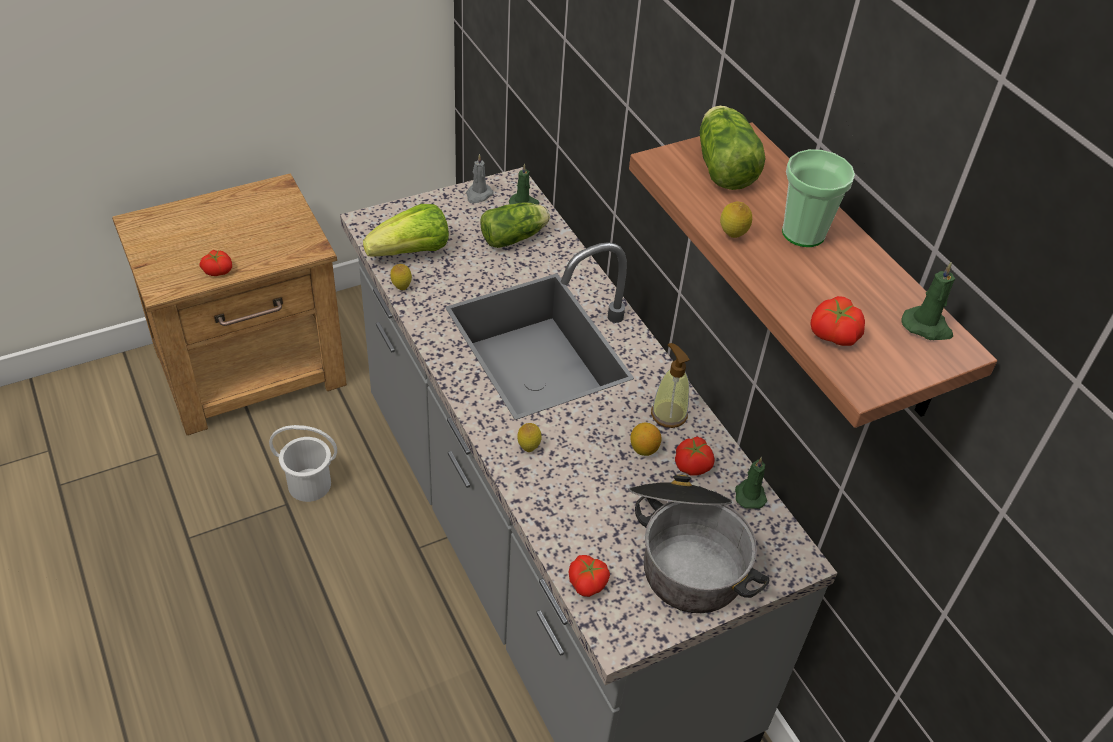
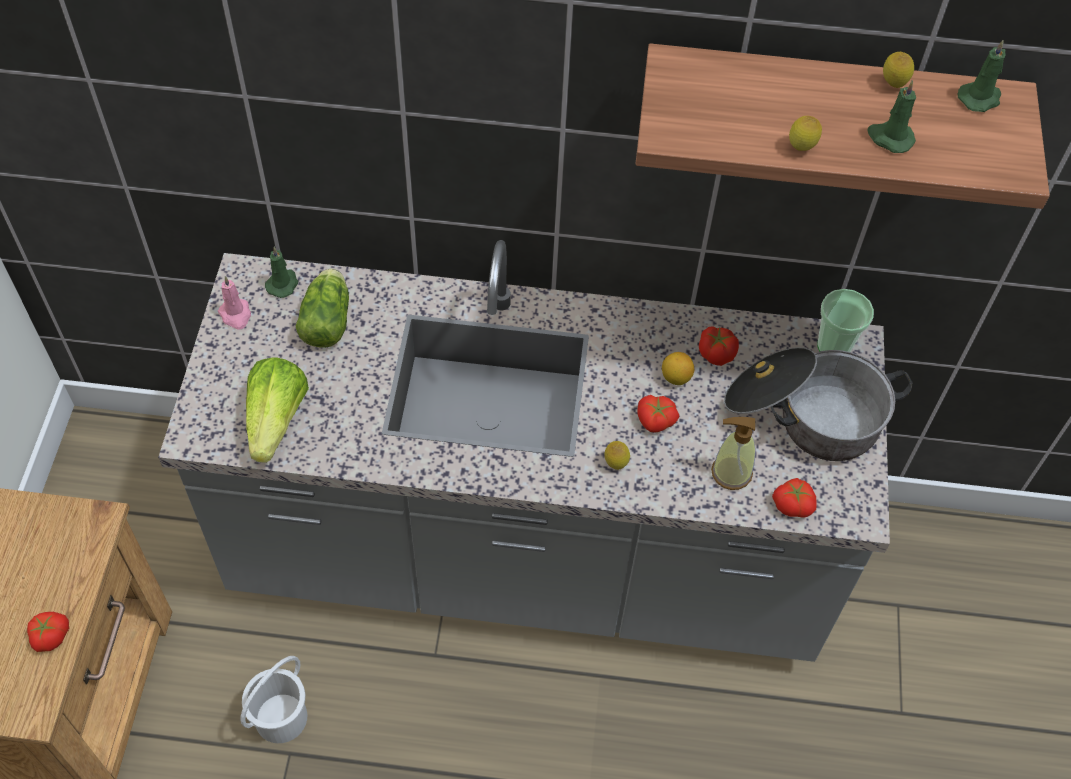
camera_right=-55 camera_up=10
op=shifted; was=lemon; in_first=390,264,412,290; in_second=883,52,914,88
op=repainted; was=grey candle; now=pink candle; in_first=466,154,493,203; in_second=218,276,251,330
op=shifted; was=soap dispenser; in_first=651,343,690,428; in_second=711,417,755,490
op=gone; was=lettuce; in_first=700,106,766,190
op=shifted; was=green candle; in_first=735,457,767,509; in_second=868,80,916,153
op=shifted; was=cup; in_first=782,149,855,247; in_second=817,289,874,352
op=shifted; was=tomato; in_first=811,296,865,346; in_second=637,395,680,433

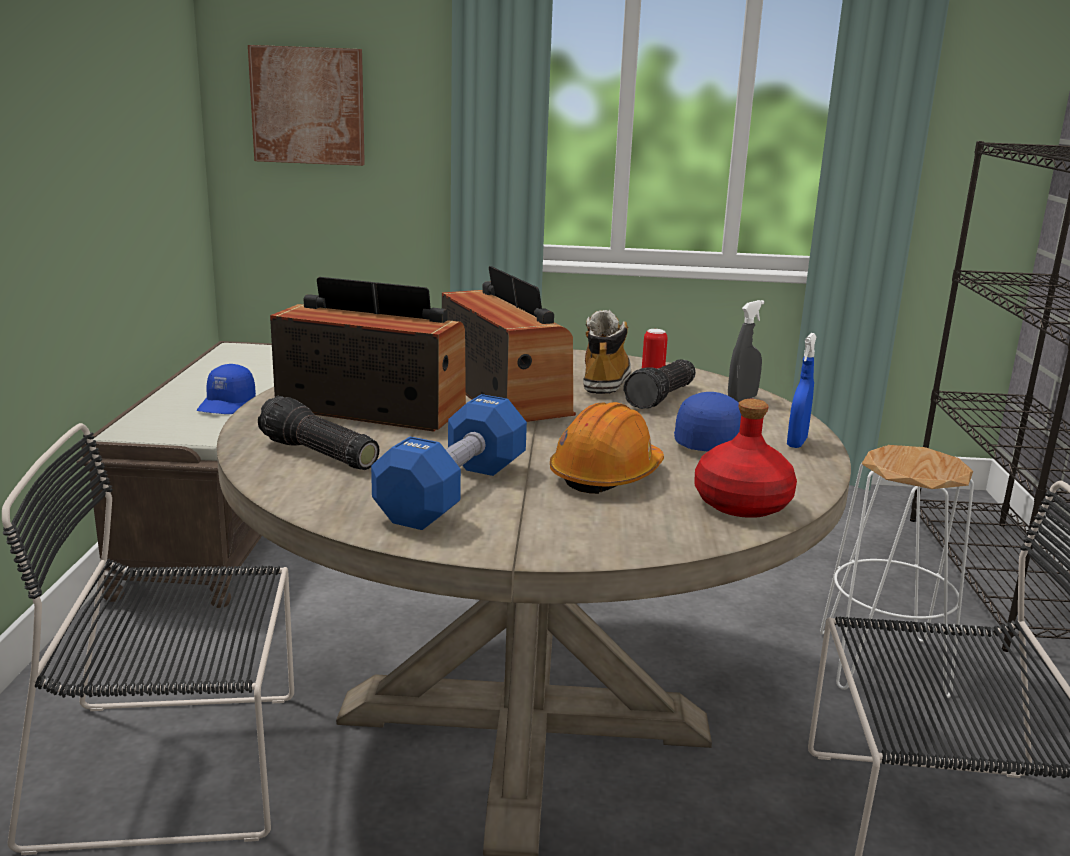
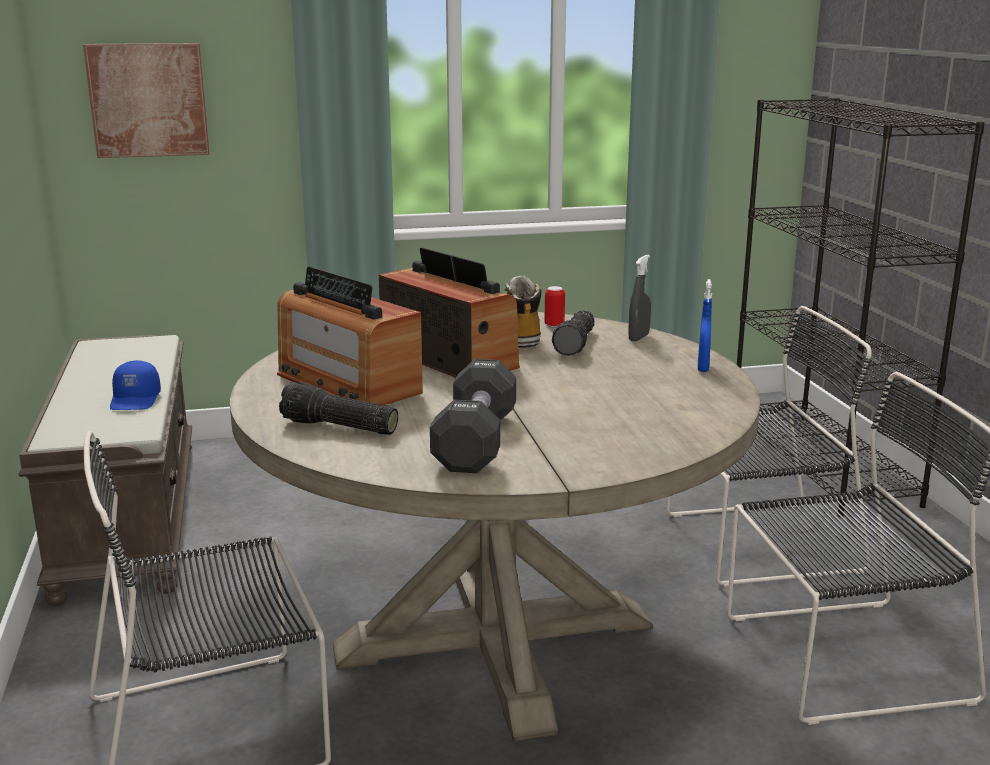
camera_right=-15 camera_up=0
op=rotated; was=radio; in_first=270,277,466,432; in_second=277,267,423,405; clockwise=-135
op=repainted; was=blue dumbbell; now=black dumbbell; in_first=371,394,527,530; in_second=430,359,516,473
op=gone; was=orange hard hat; in_first=550,402,664,494
op=gone; was=blue cap; in_first=674,392,741,452
op=gone; was=red bottle; in_first=694,399,797,518
op=swapped; was=white stool; now=black chair; in_first=820,445,974,698; in_second=666,306,872,587

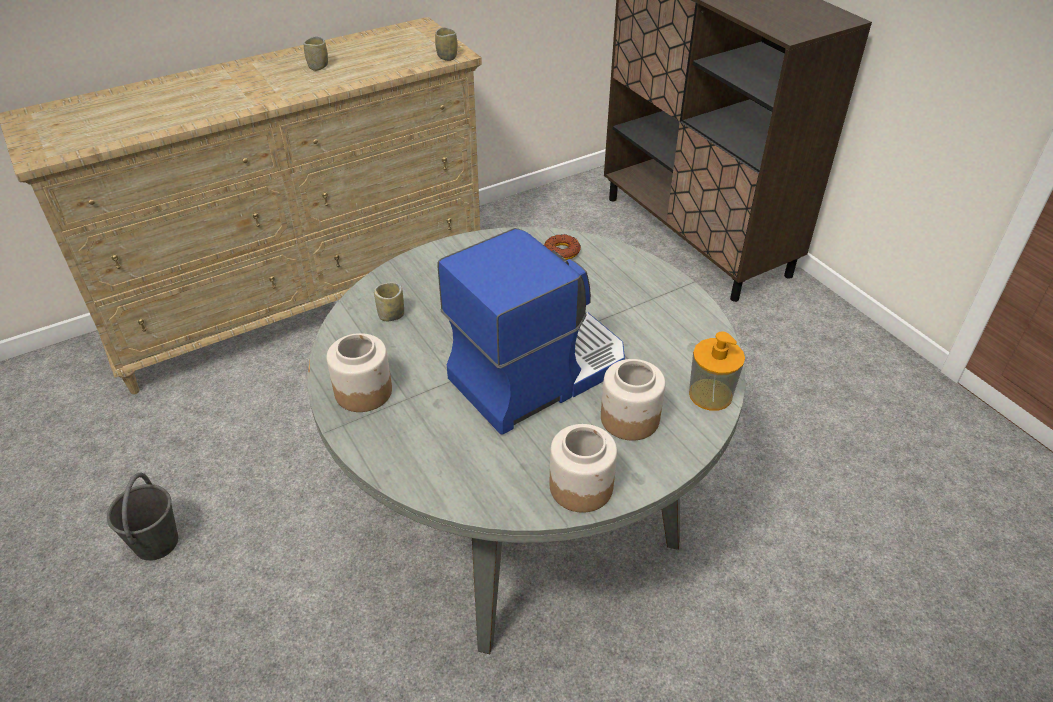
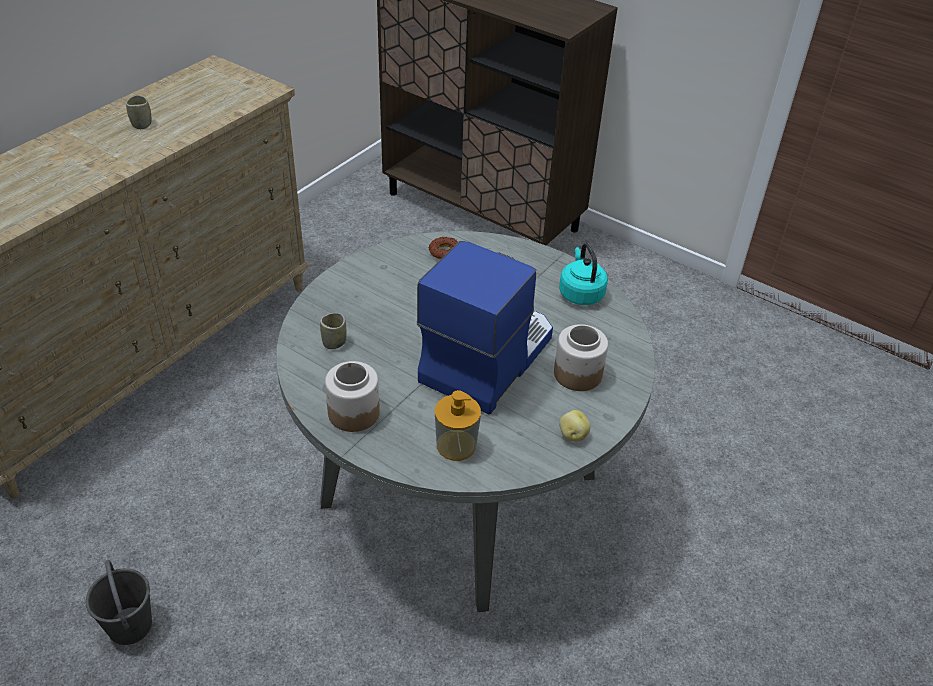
camera_right=-25 camera_up=0
op=gone; was=cup; in_first=435,27,458,61
op=swapped; was=jar; now=potato; in_first=549,424,617,513; in_second=559,410,590,442
op=shifted; was=soap dispenser; in_first=689,332,745,411; in_second=435,390,481,461
op=new; now=turquoise kettle; in_second=559,243,608,305

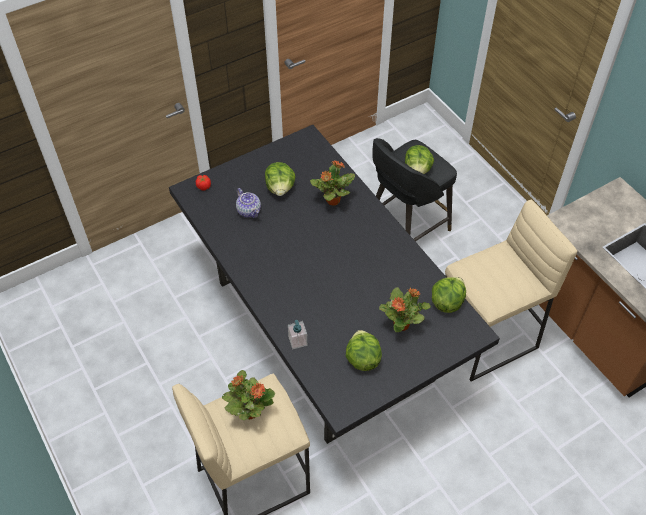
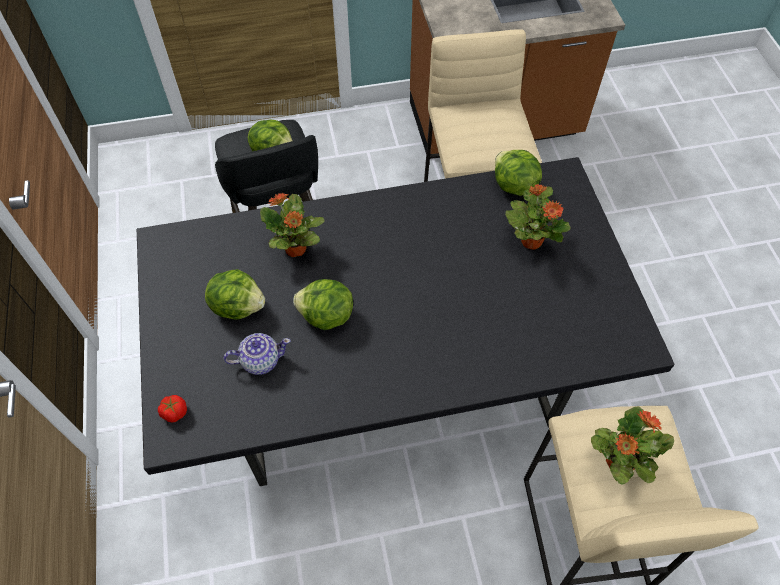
camera_right=-70 camera_up=5
op=gone; was=soap dispenser; in_first=288,320,307,349
op=shifted; was=lettuce; in_first=346,330,382,371; in_second=293,279,353,330

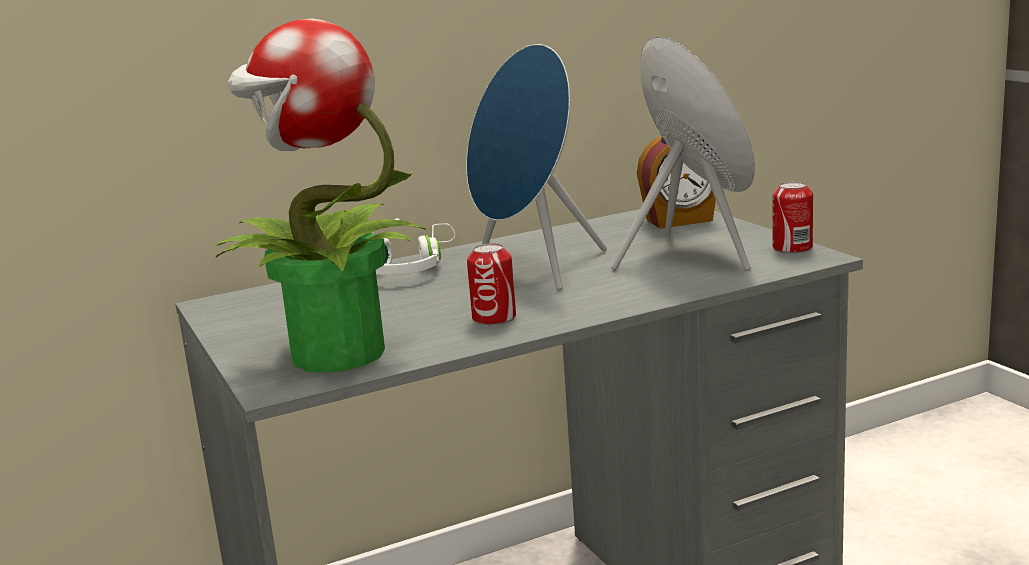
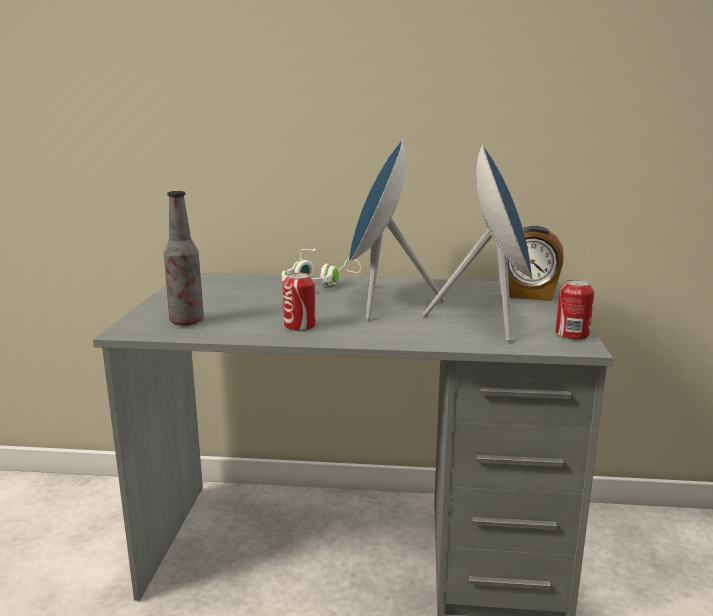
camera_right=30 camera_up=0
op=swapped; was=potted plant; now=bottle; in_first=215,19,426,373; in_second=164,191,204,326

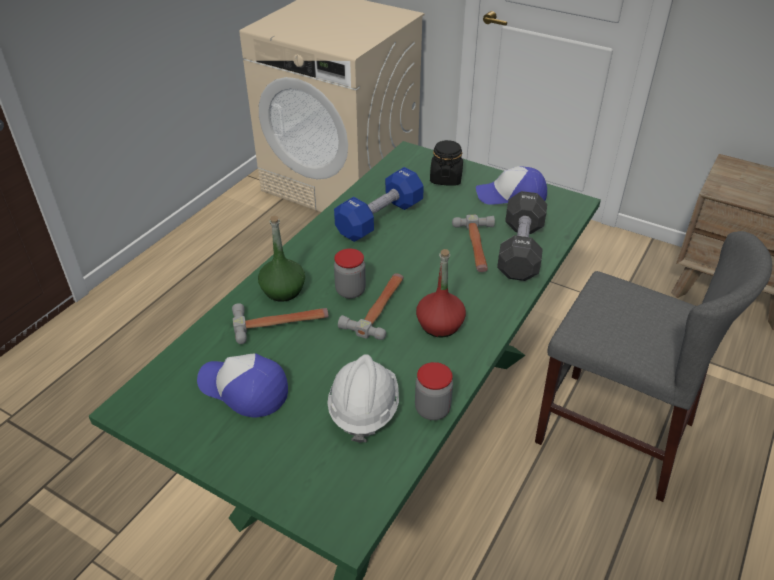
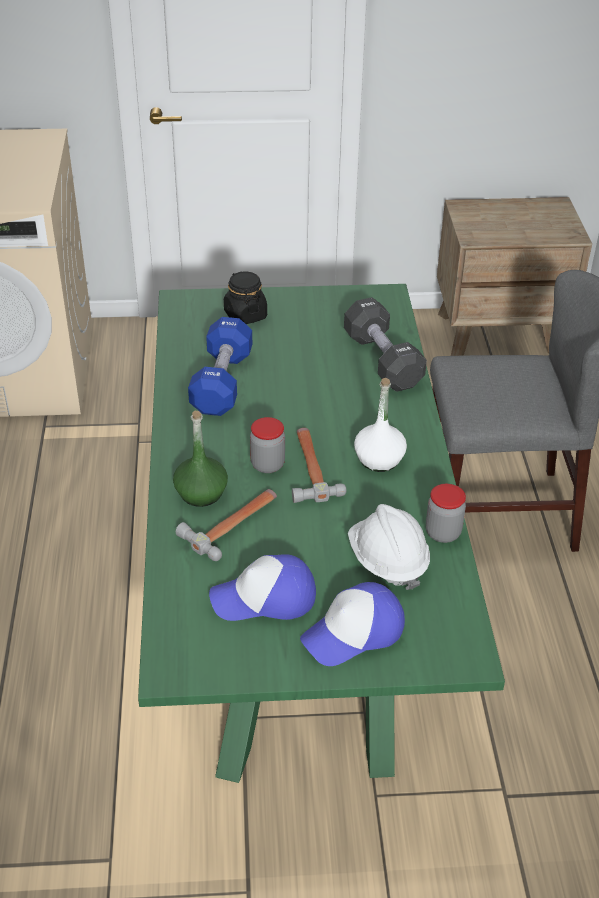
camera_right=-35 camera_up=0
op=repainted; was=red bottle; now=white bottle; in_first=416,249,466,337; in_second=354,378,407,472
op=gone; was=hammer; in_first=452,215,495,272
op=shifted; was=cap; in_first=476,166,547,205; in_second=300,582,405,666

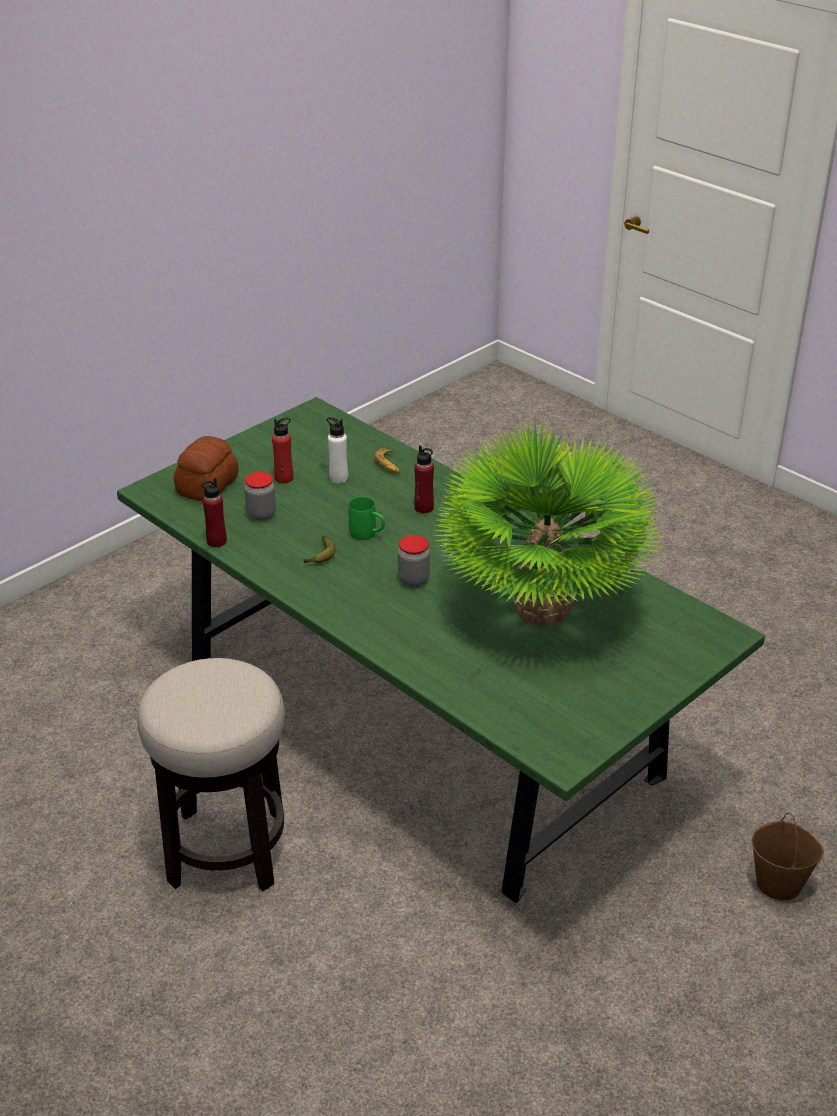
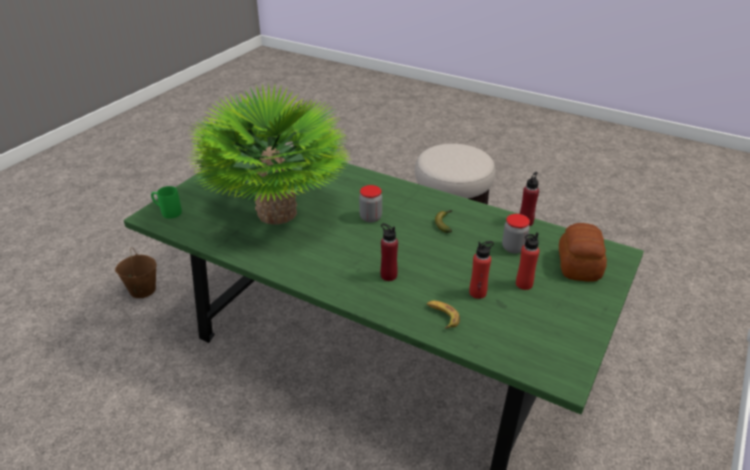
camera_right=165 camera_up=0
op=repainted; was=white bottle; now=red bottle; in_first=327,417,348,483; in_second=469,241,494,299
op=shifted; was=green mug; in_first=348,497,385,540; in_second=151,186,182,219

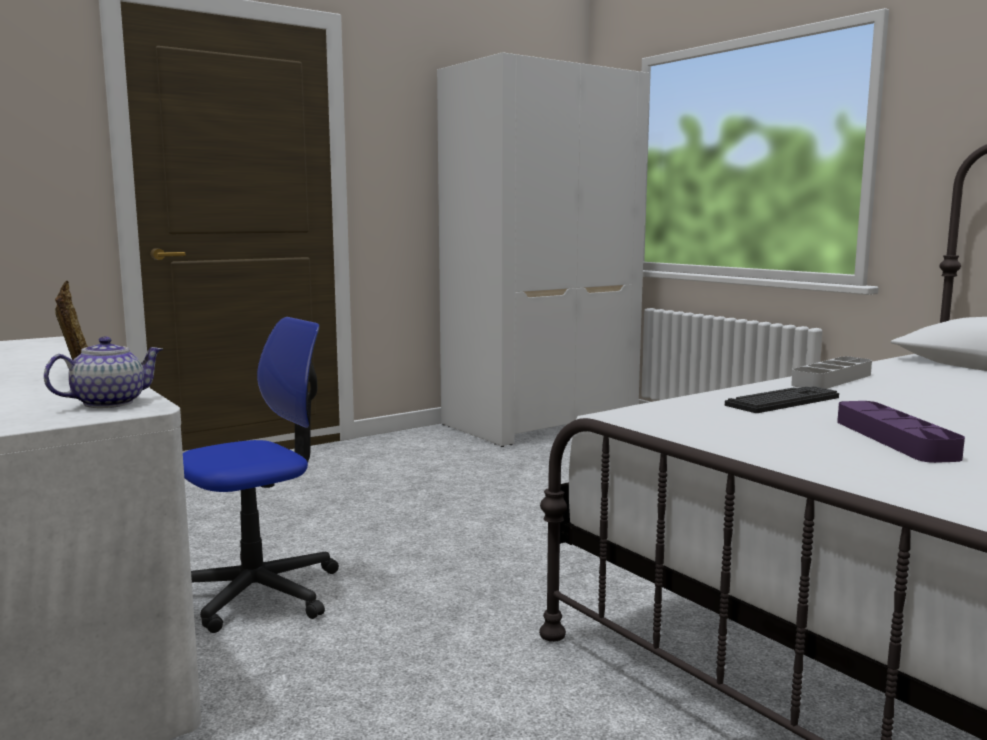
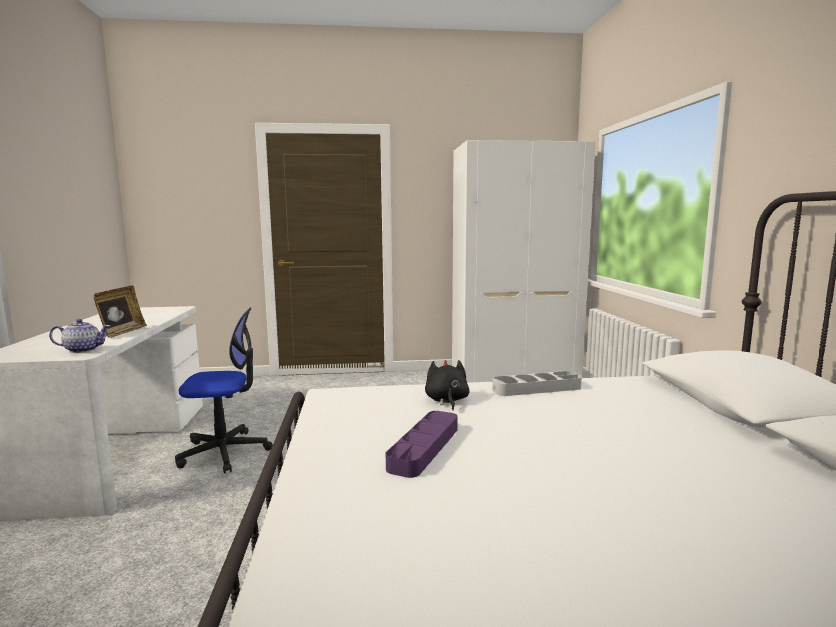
camera_right=30 camera_up=0
op=swapped; was=keyboard; now=black plush toy; in_first=725,386,839,413; in_second=425,360,470,410

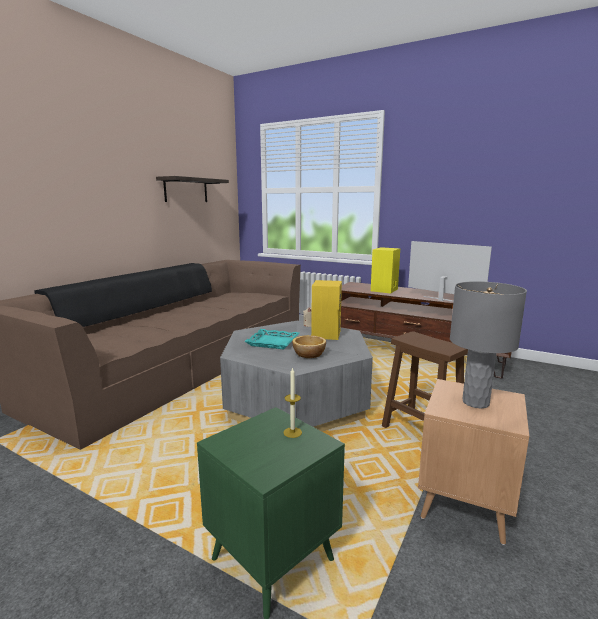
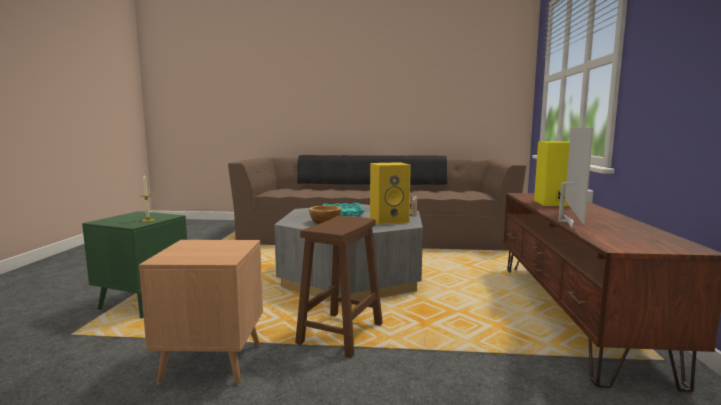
camera_right=65 camera_up=-5
op=gone; was=shelf; in_first=156,176,229,202
op=gone; was=grey table lamp; in_first=450,281,527,409

